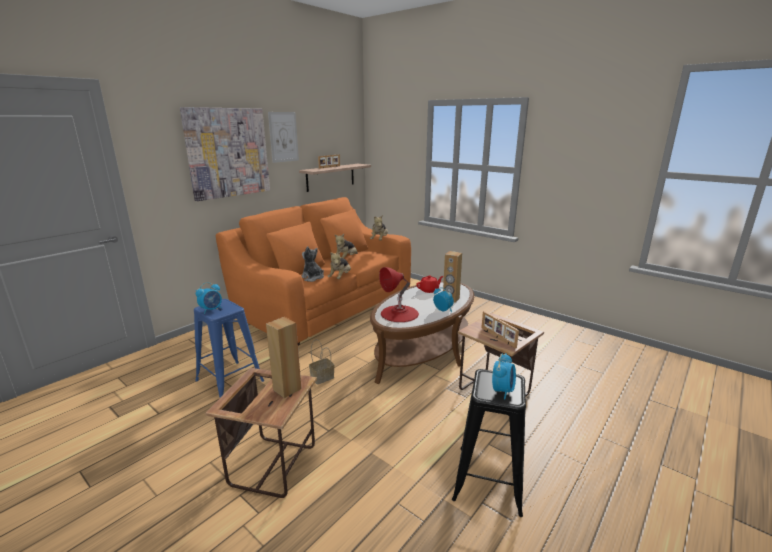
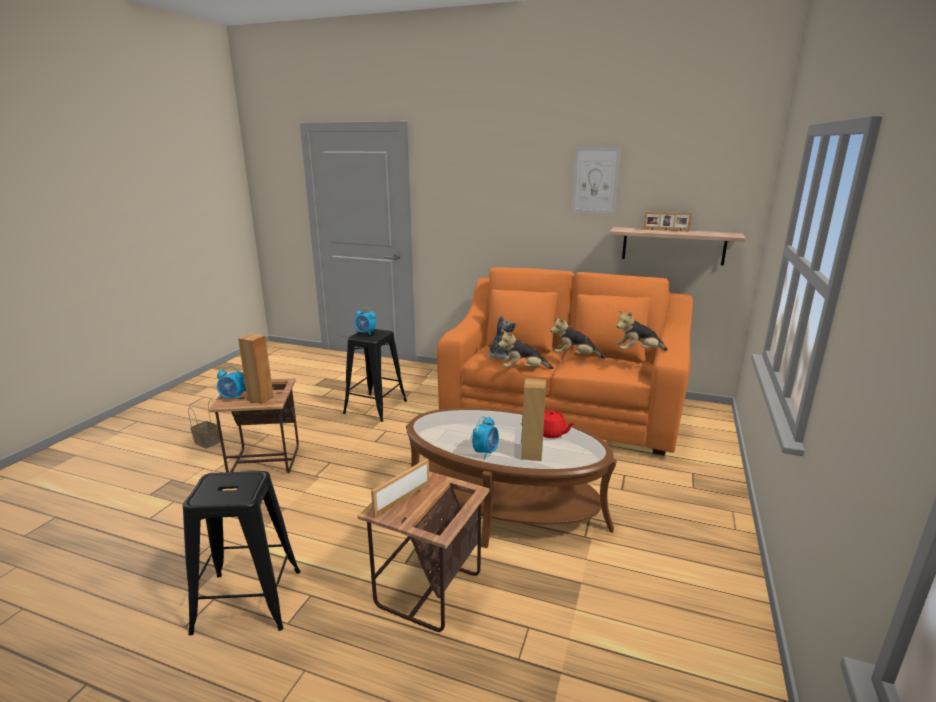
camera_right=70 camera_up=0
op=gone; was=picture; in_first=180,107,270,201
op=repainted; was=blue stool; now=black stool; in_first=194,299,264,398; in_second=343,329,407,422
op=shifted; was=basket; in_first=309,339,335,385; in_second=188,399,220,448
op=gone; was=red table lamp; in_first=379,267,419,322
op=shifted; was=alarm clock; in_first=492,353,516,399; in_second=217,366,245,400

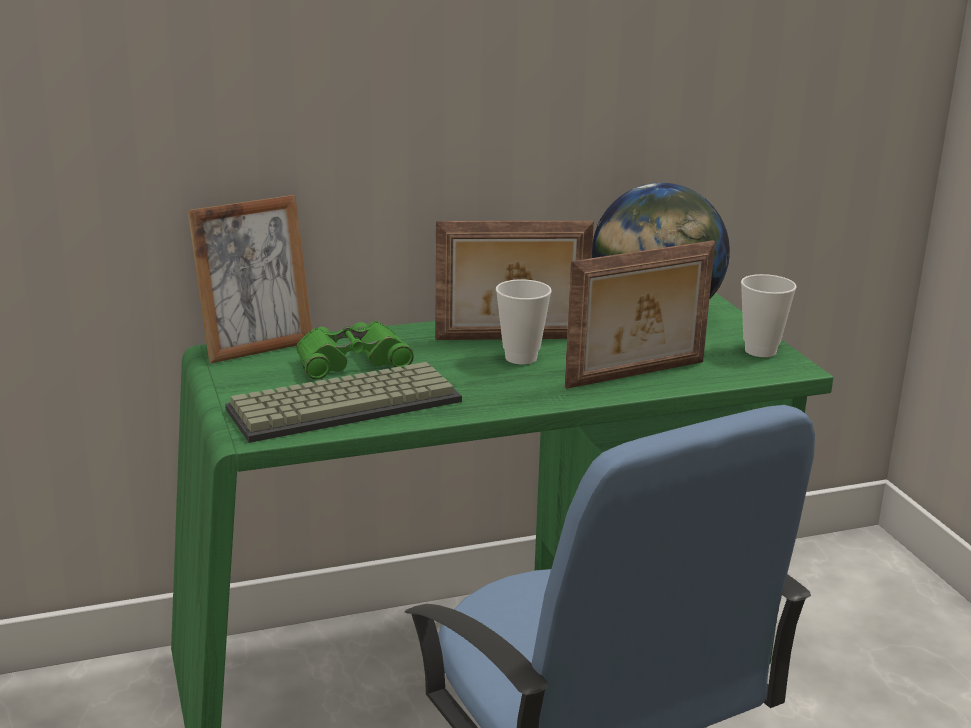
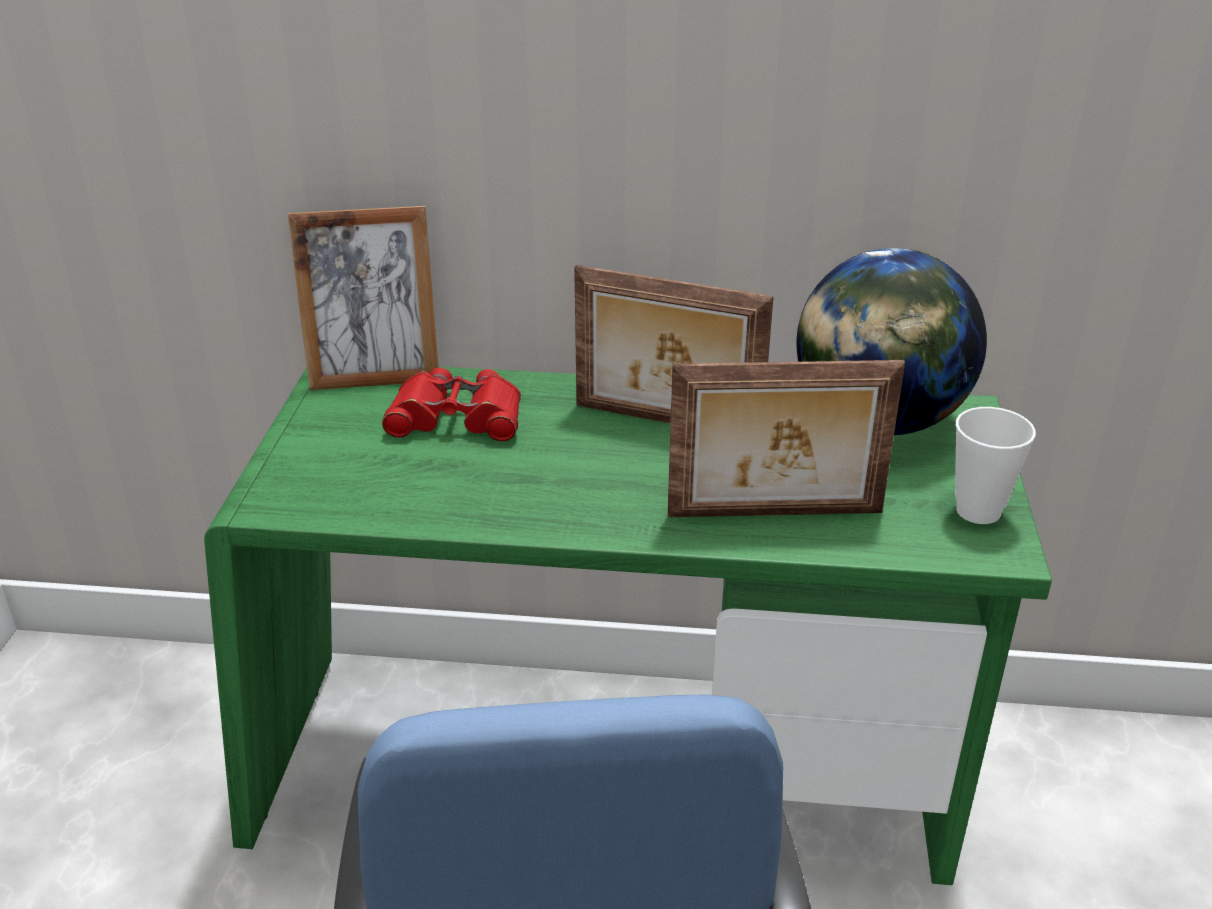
camera_right=25 camera_up=10
op=gone; was=keyboard; in_first=225,362,462,443
op=repainted; was=green binoculars; now=red binoculars; in_first=296,321,414,380; in_second=382,368,521,442
op=gone; was=cup; in_first=496,279,552,364

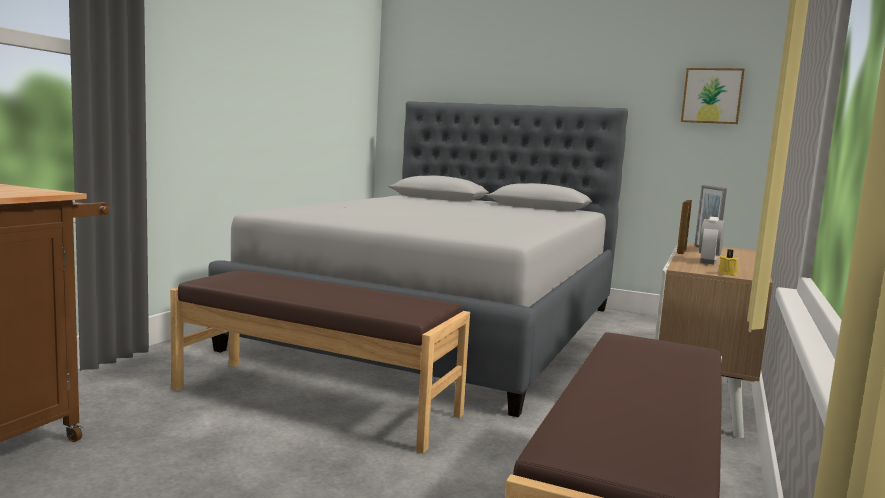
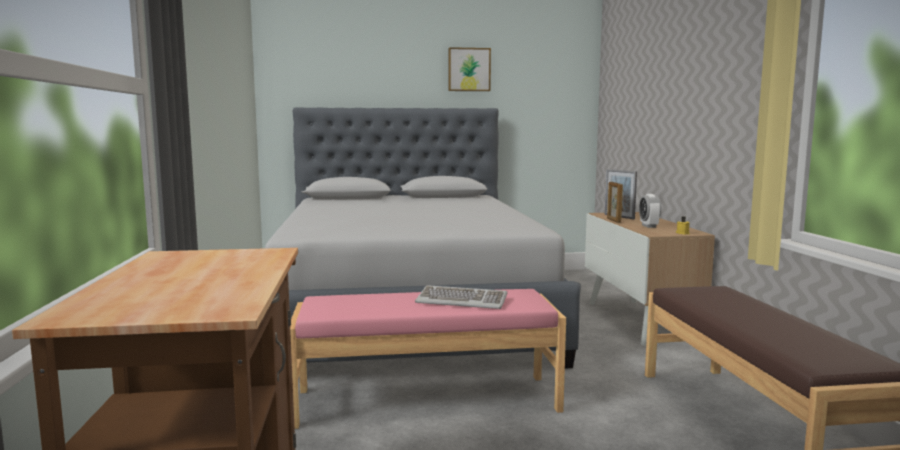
camera_right=-30 camera_up=0
op=repainted; was=brown bench; now=pink bench; in_first=170,270,470,454; in_second=290,289,566,429
op=shifted; was=picture; in_first=681,68,745,124; in_second=448,47,491,91
op=new; now=keyboard; in_second=415,285,507,309

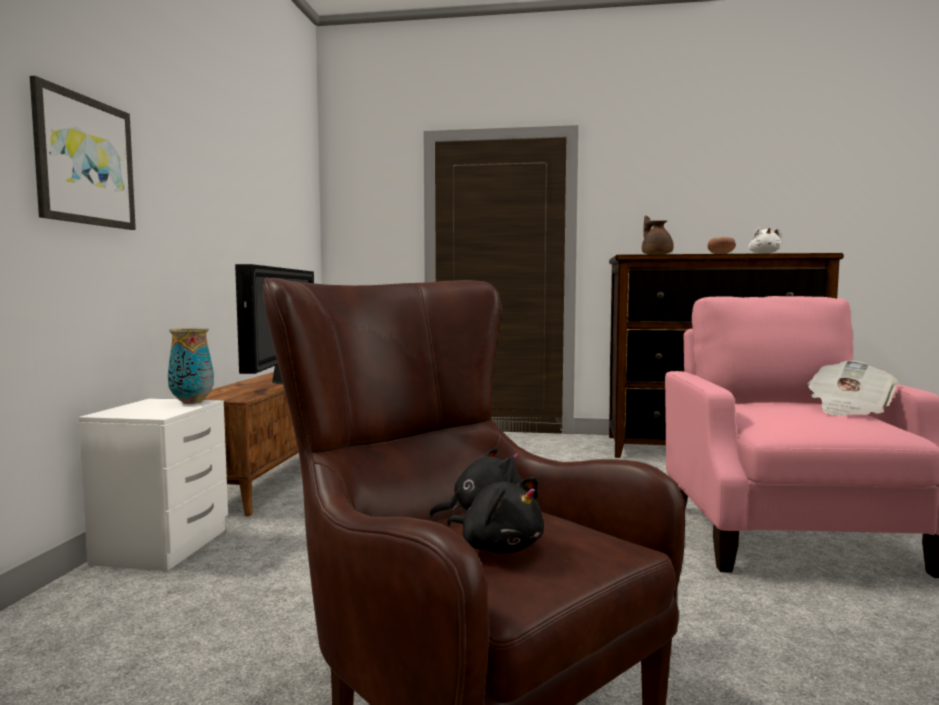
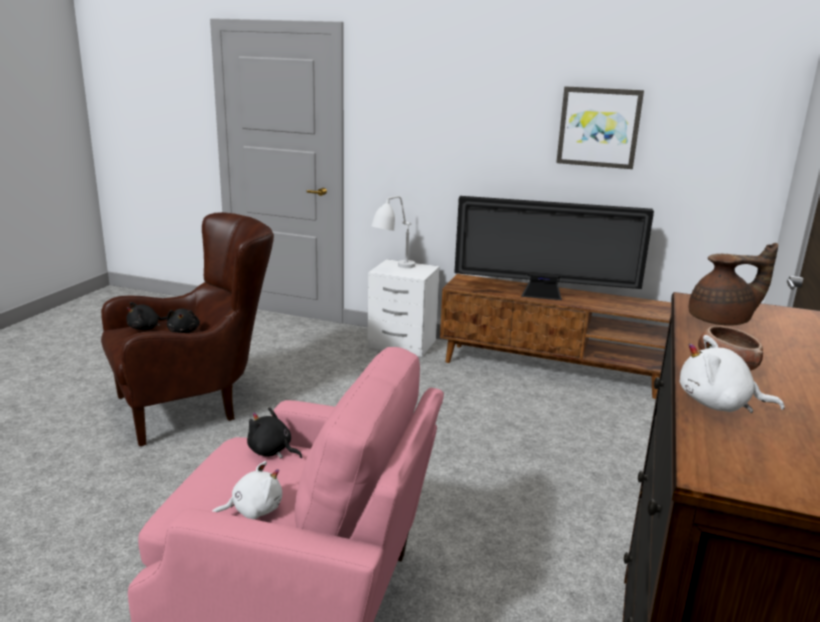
camera_right=100 camera_up=15
op=shifted; was=picture; in_first=30,76,136,230; in_second=556,86,644,169
op=gone; was=vase; in_first=168,328,214,404
op=swapped; was=newspaper; now=white plush toy; in_first=807,360,899,416; in_second=212,461,282,519
op=new; now=black plush toy; in_second=247,407,302,459
op=new; now=white table lamp; in_second=371,196,415,268

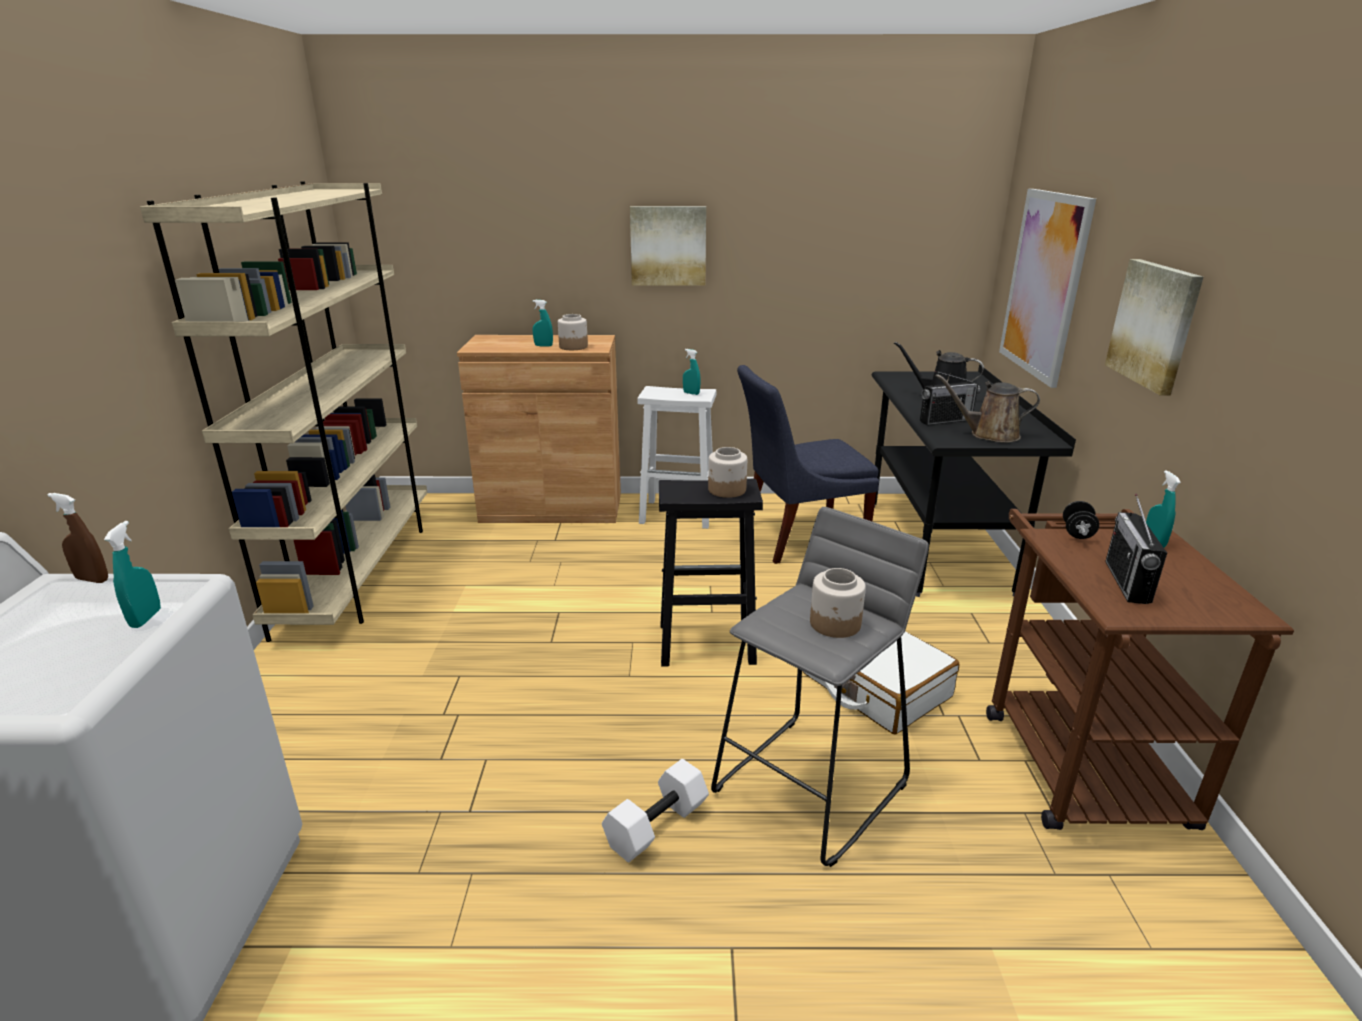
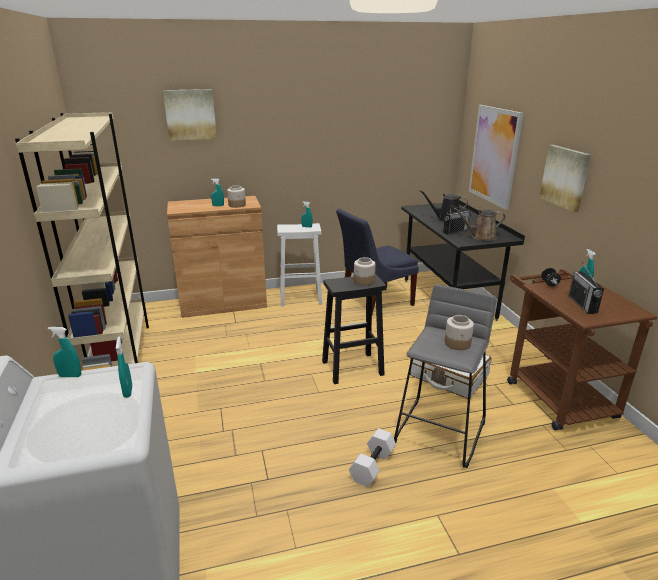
camera_right=-15 camera_up=0
op=repainted; was=brown spray bottle; now=turquoise spray bottle; in_first=48,493,108,583; in_second=48,327,81,377
op=shifted; was=picture; in_first=630,206,706,286; in_second=163,89,217,141

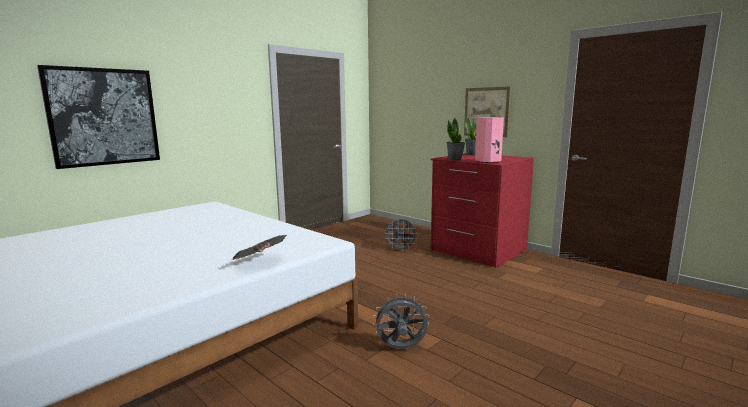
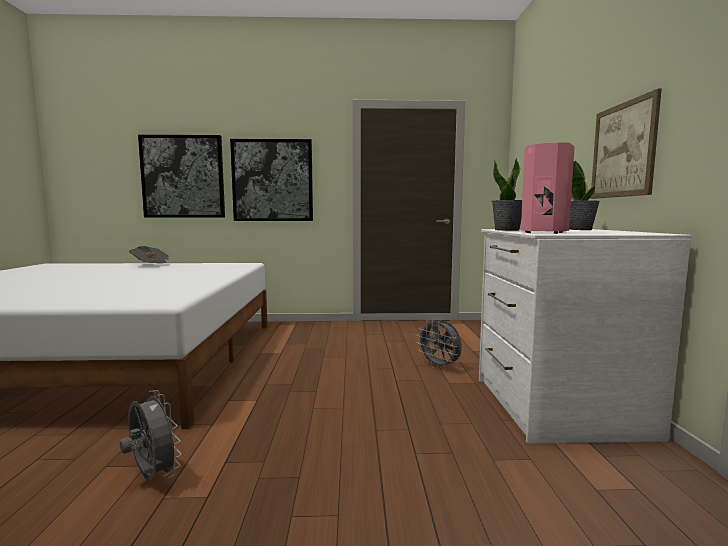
camera_right=45 camera_up=-5
op=shifted; was=newspaper; in_first=231,235,287,260; in_second=129,246,168,264
op=repainted; was=red dresser; now=white dresser; in_first=431,153,534,268; in_second=479,229,692,444
op=new; now=picture; in_second=230,139,313,221

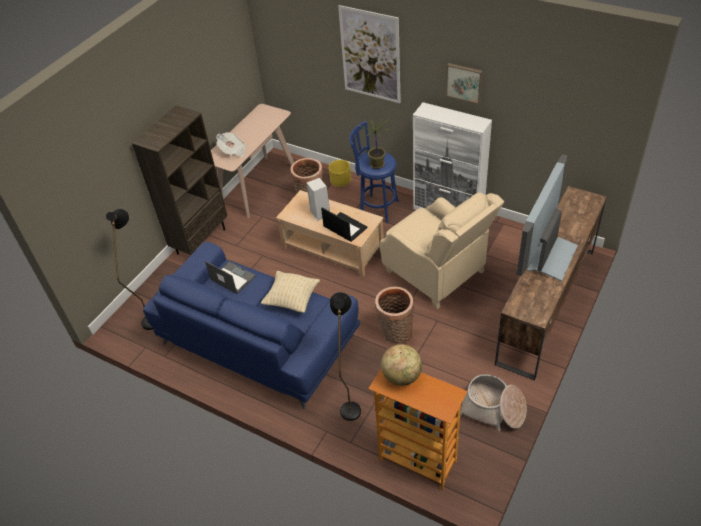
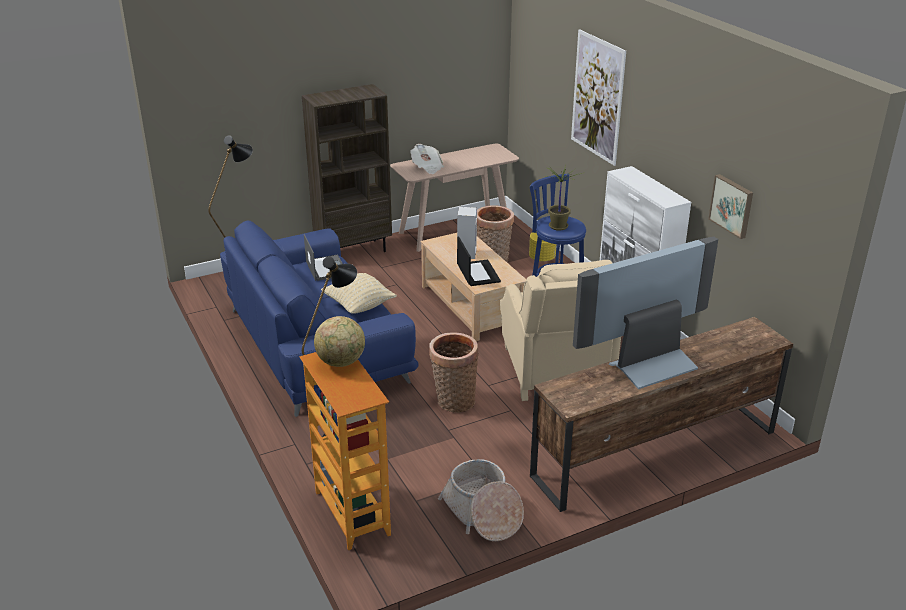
camera_right=30 camera_up=-15
op=shifted; was=picture; in_first=446,63,483,104; in_second=708,174,753,239

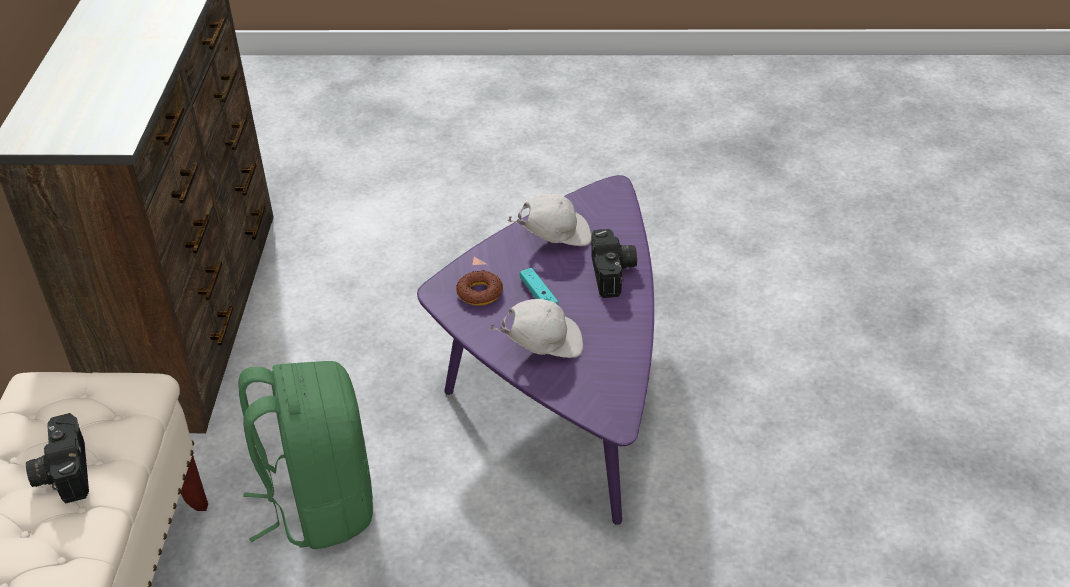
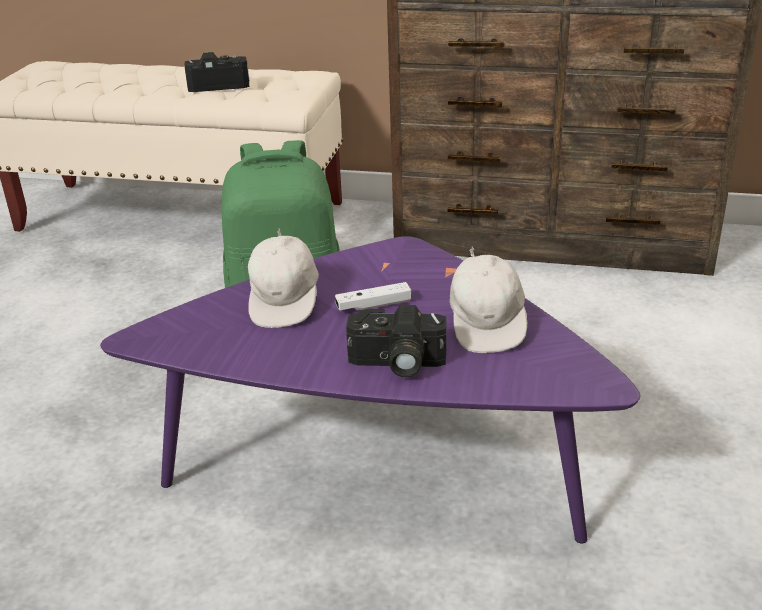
camera_right=100 camera_up=-10
op=gone; was=donut; in_first=456,270,503,306
op=repainted; was=turquoise game controller; now=white game controller; in_first=520,268,559,306; in_second=335,282,411,311

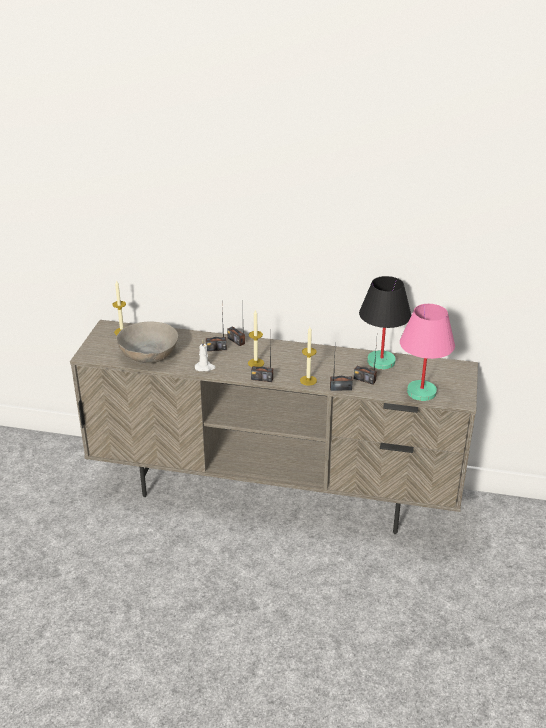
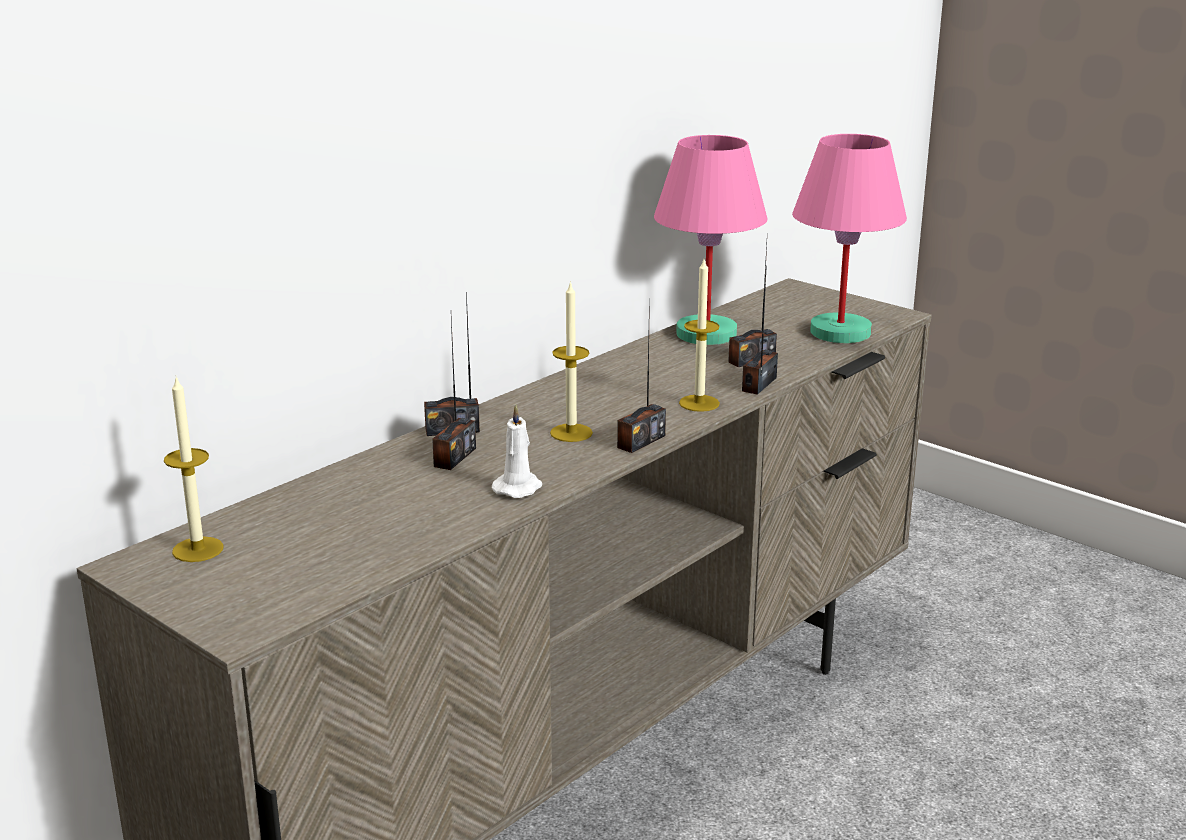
camera_right=-60 camera_up=-10
op=gone; was=grey bowl; in_first=117,321,178,363
op=repainted; was=black table lamp; now=pink table lamp; in_first=359,276,411,370; in_second=654,135,768,345

